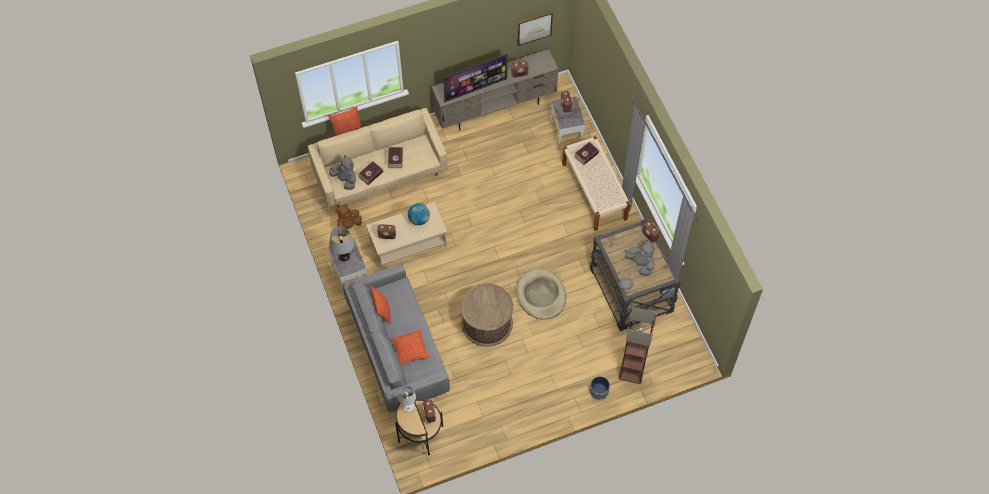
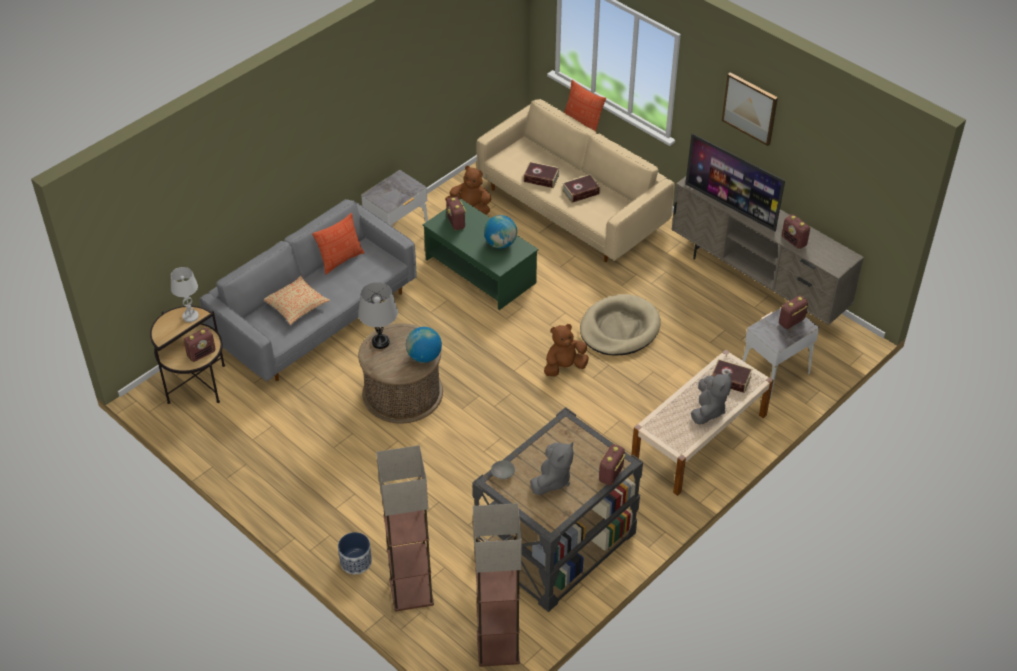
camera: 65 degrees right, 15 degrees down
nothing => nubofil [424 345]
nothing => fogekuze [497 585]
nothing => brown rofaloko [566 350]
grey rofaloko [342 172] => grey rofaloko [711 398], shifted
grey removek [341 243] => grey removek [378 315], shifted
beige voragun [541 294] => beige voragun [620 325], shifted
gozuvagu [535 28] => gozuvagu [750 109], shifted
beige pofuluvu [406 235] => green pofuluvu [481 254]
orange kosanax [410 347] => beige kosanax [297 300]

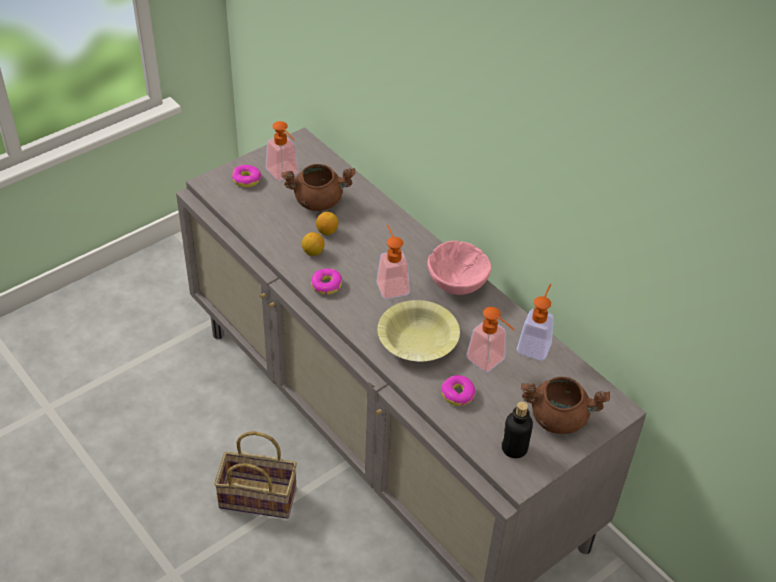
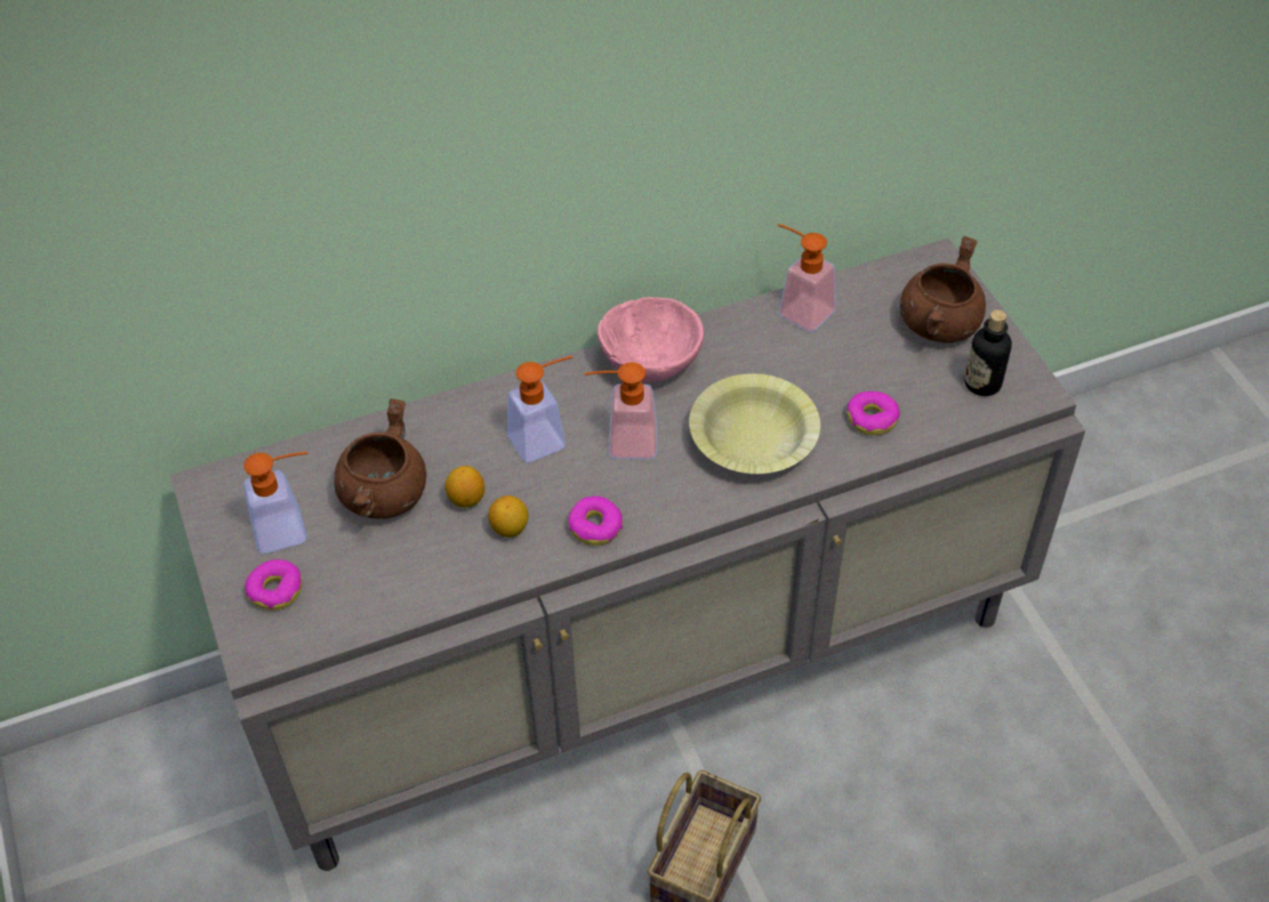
camera: 70 degrees left, 5 degrees up
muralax [490 339] => muralax [540 409], shifted

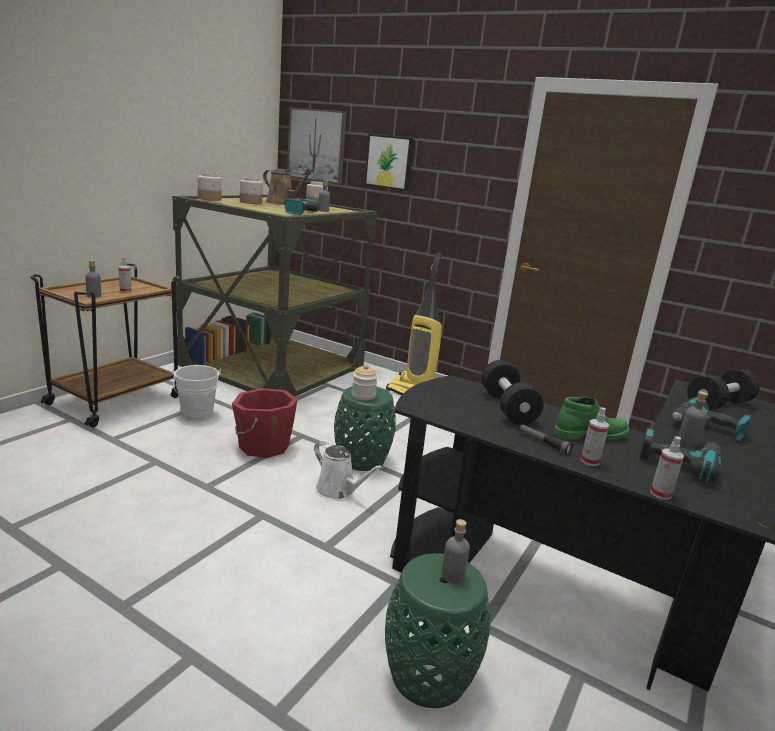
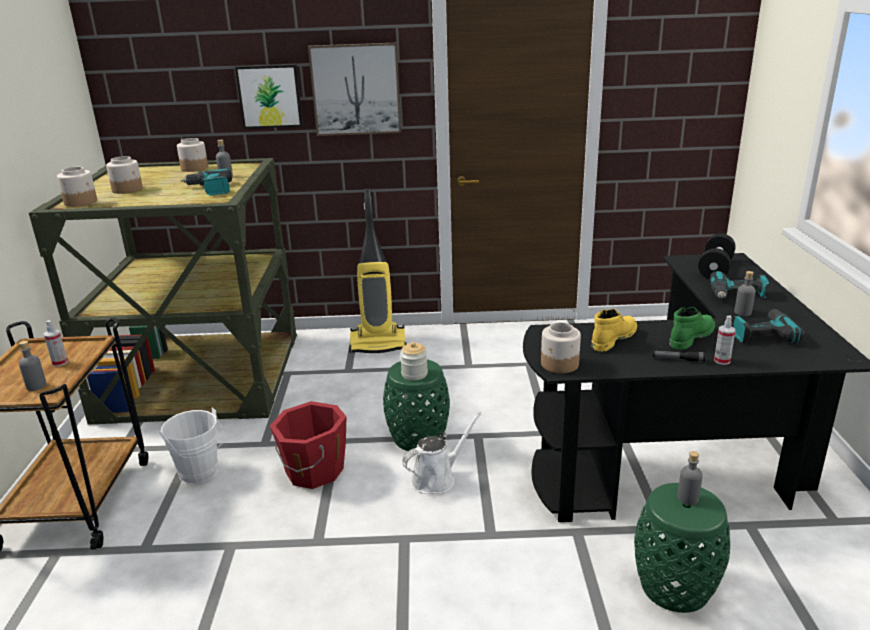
camera: 30 degrees left, 5 degrees up
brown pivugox [288 186] => nothing
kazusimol [667 468] => nothing
nothing => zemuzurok [561 347]
gozuvagu [317 145] => gozuvagu [354 89], shifted
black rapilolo [512 392] => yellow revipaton [614 330]
white pivugox [348 470] => white pivugox [441 453], 45 degrees counterclockwise

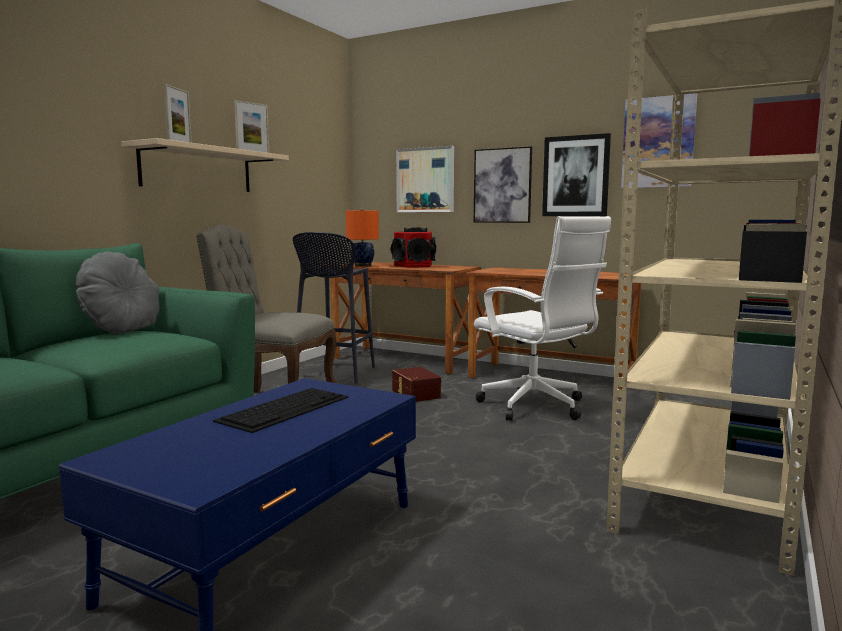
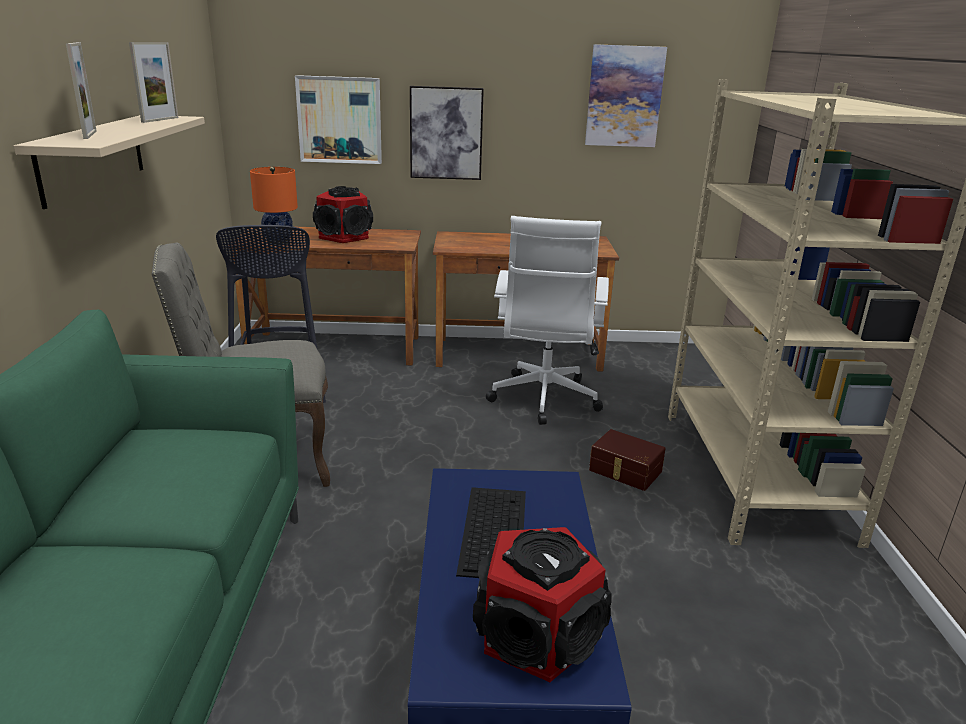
camera: 30 degrees left, 15 degrees up
grey kosanax [117 293] => nothing
gozuvagu [576 174] => nothing
nothing => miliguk [542 604]
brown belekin [416 384] => brown belekin [627 460], shifted
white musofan [542 318] => white musofan [547 320], 75 degrees clockwise

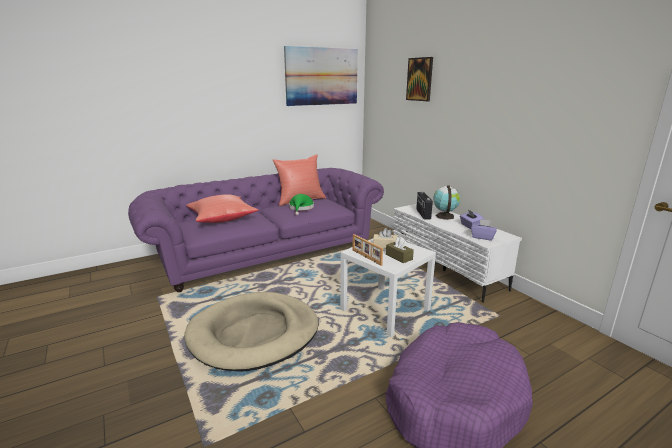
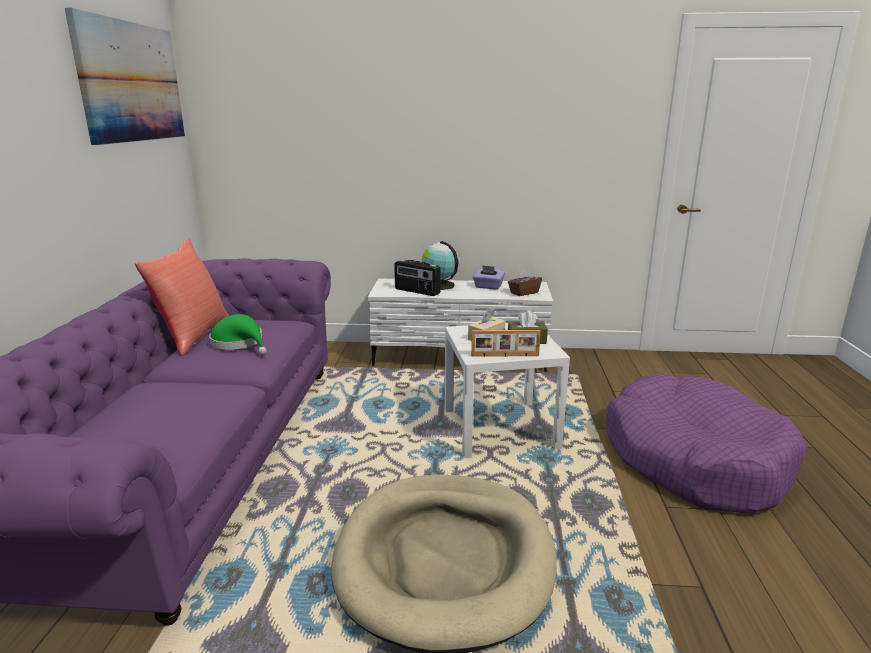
camera: 55 degrees left, 0 degrees up
red kosanax [222 208] => nothing
gozuvagu [419 79] => nothing
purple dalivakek [484 230] => brown dalivakek [525 282]

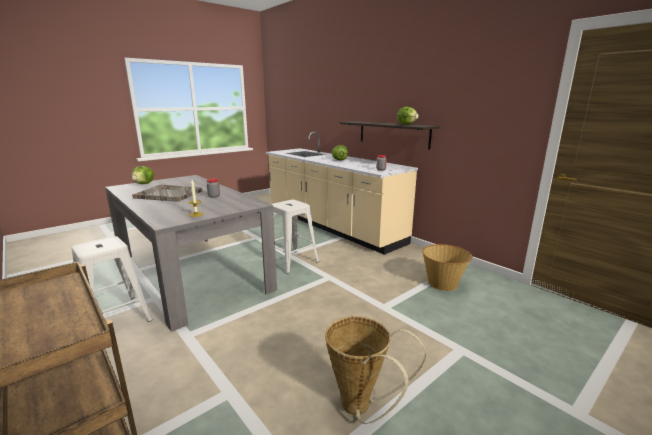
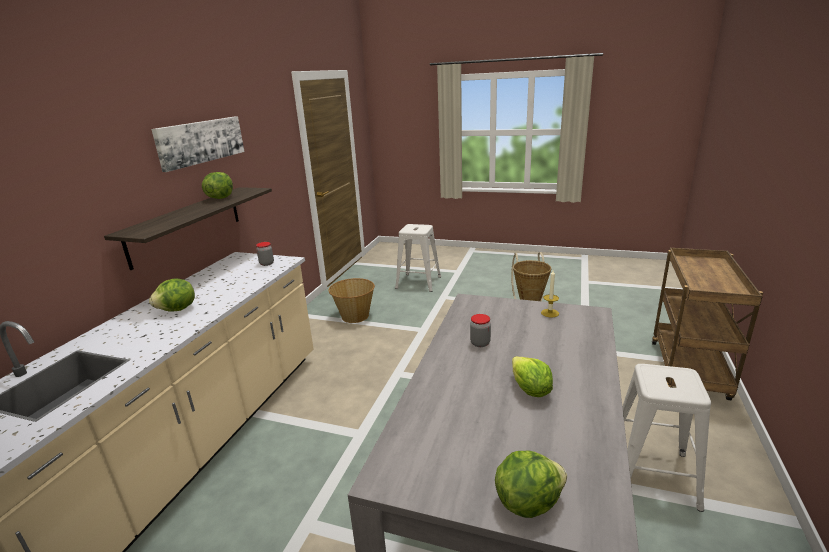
camera: 120 degrees left, 5 degrees up
nothing => gozuvagu [198 144]
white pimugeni [295 236] => white pimugeni [418 258], shifted
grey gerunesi [167 193] => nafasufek [532 376]

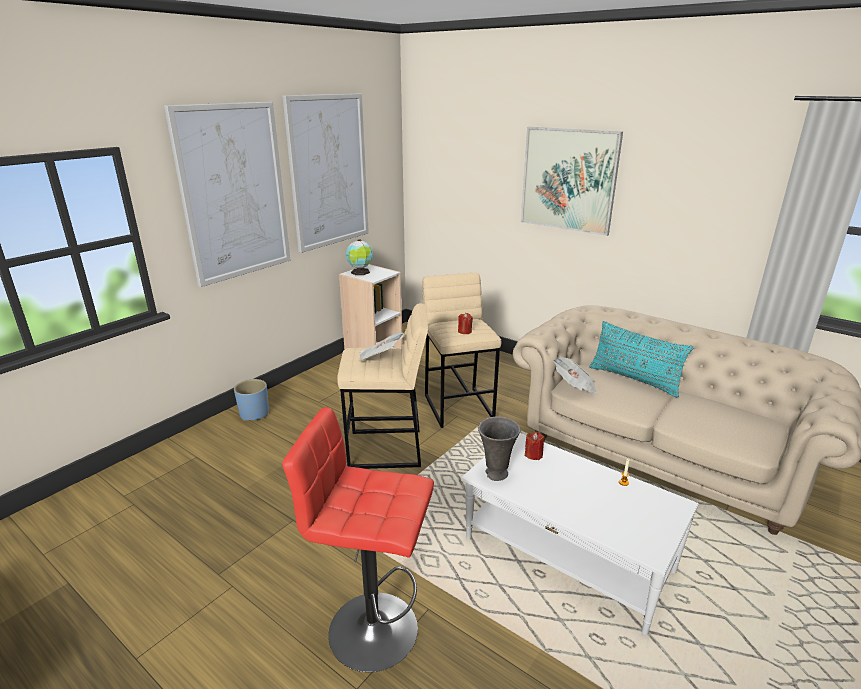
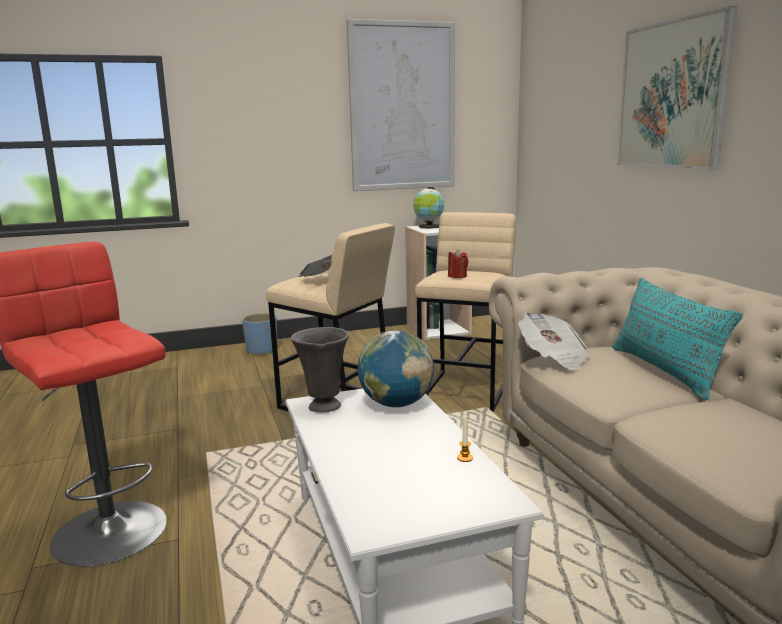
camera: 35 degrees right, 10 degrees down
gozuvagu [227 194] => nothing
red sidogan [535 446] => nubofil [396 369]

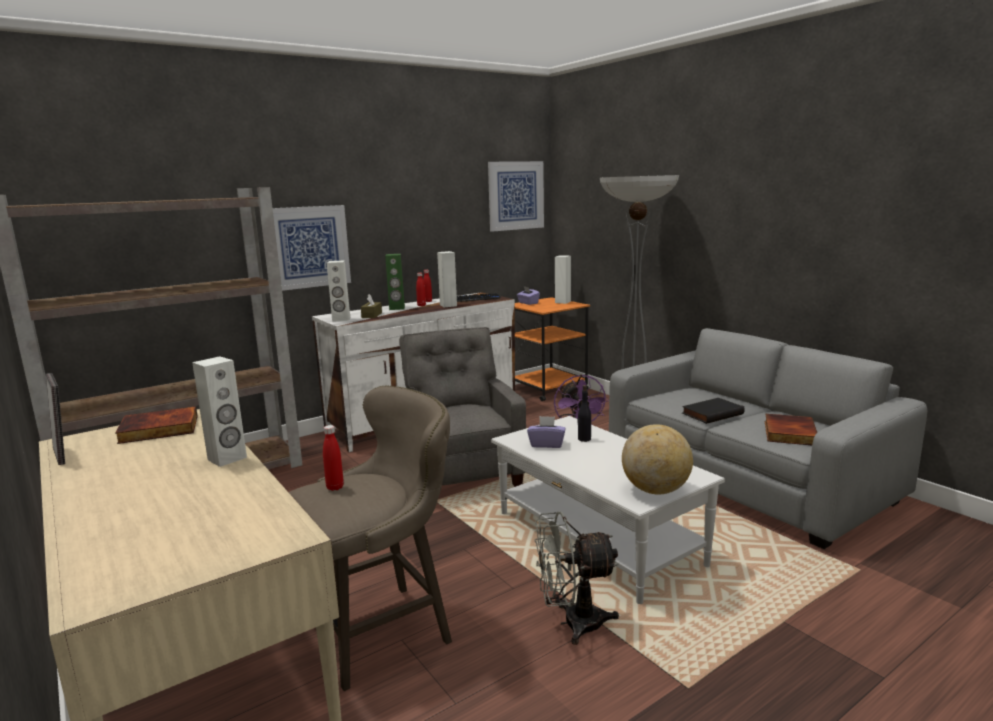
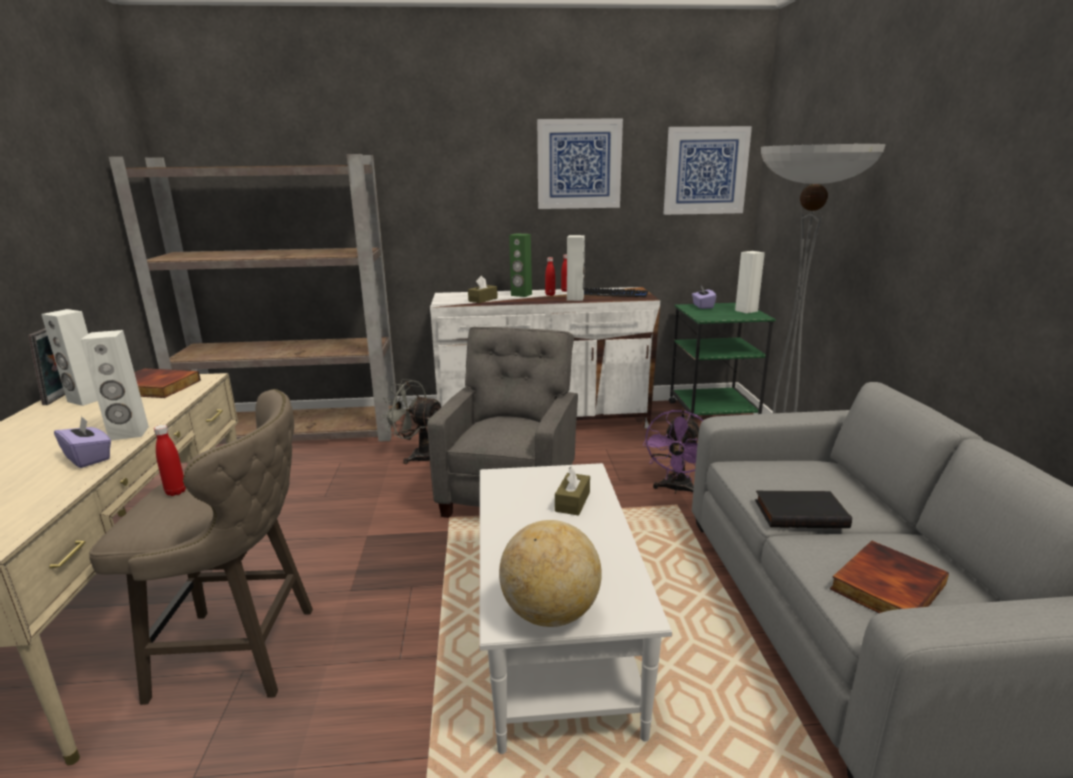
camera: 30 degrees right, 5 degrees up
gozuvagu [312 248] => gozuvagu [580 163], shifted
white miliguk [338 290] => white miliguk [69 357], shifted
purple dalivakek [546 432] => purple dalivakek [82 442], shifted
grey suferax [576 578] => grey suferax [411 421], shifted
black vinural [584 413] => brown dalivakek [572 491]
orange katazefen [552 349] => green katazefen [722 361]

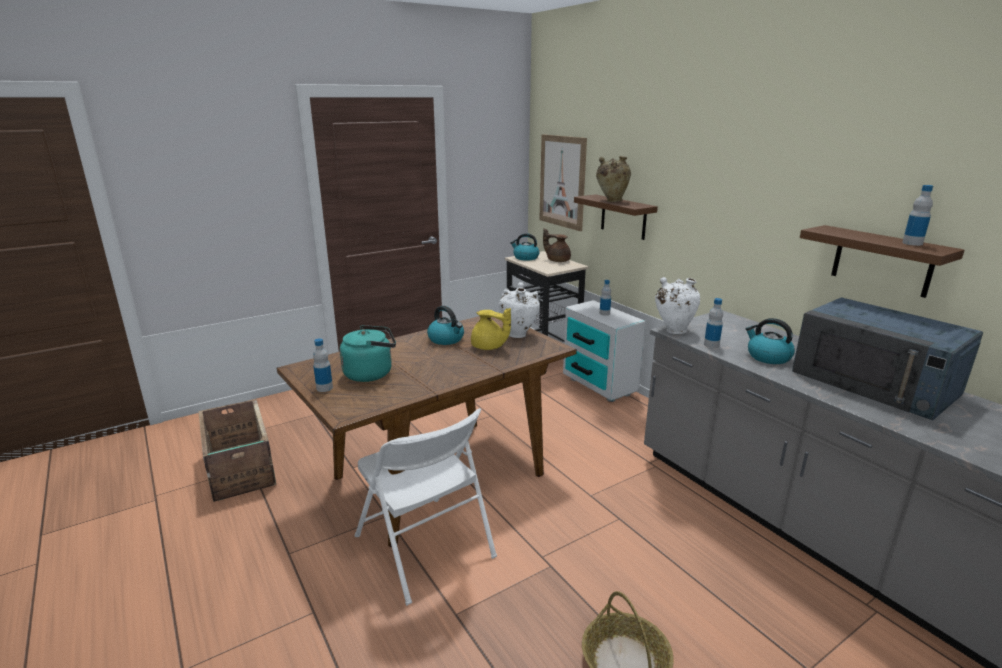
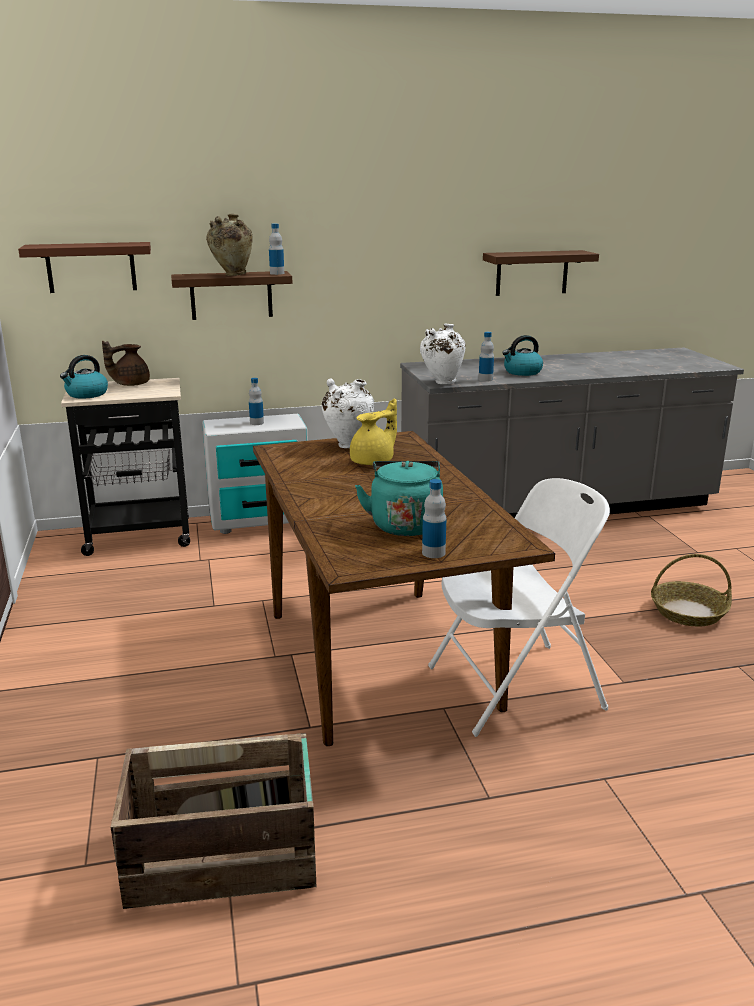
camera: 70 degrees left, 0 degrees up
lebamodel [445 325] => nothing
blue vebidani [887 358] => nothing
vinural [917 215] => vinural [276 249], shifted
gozuvagu [563 182] => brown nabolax [84 267]

